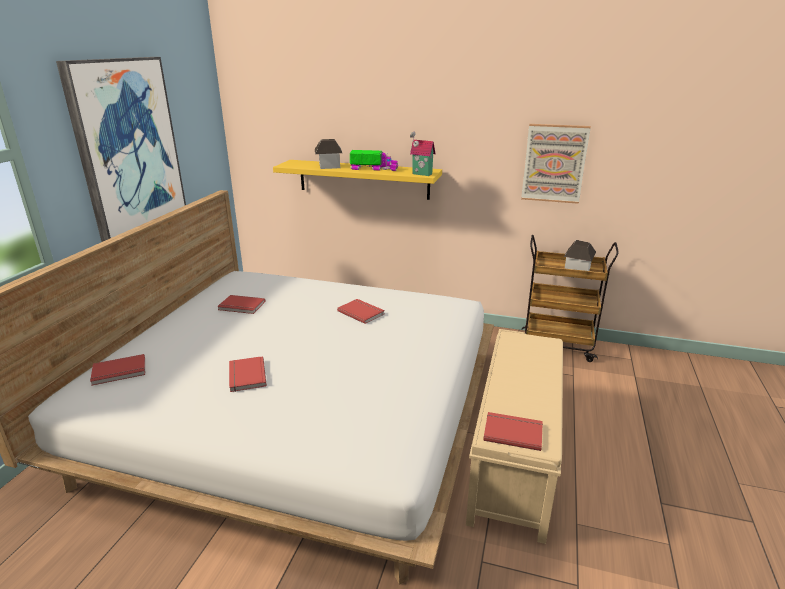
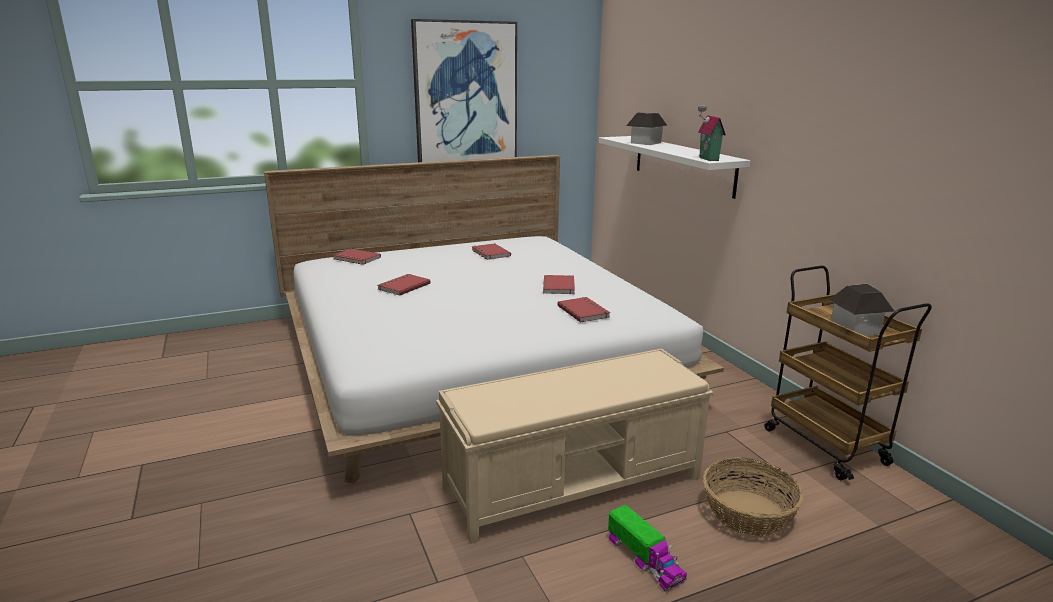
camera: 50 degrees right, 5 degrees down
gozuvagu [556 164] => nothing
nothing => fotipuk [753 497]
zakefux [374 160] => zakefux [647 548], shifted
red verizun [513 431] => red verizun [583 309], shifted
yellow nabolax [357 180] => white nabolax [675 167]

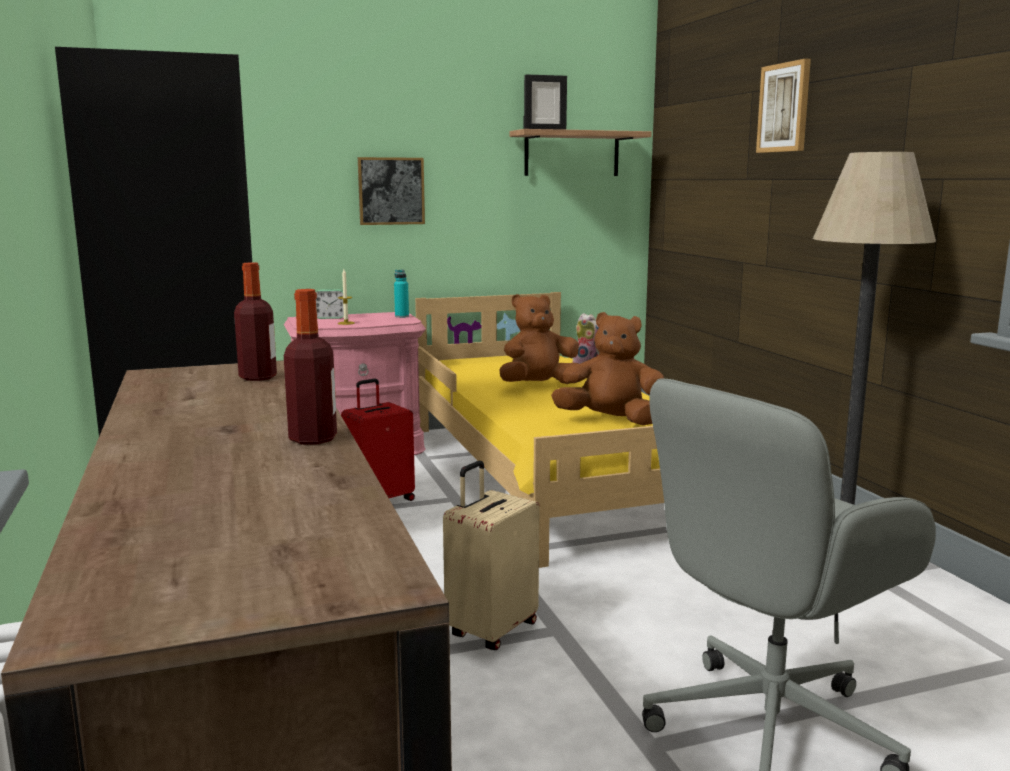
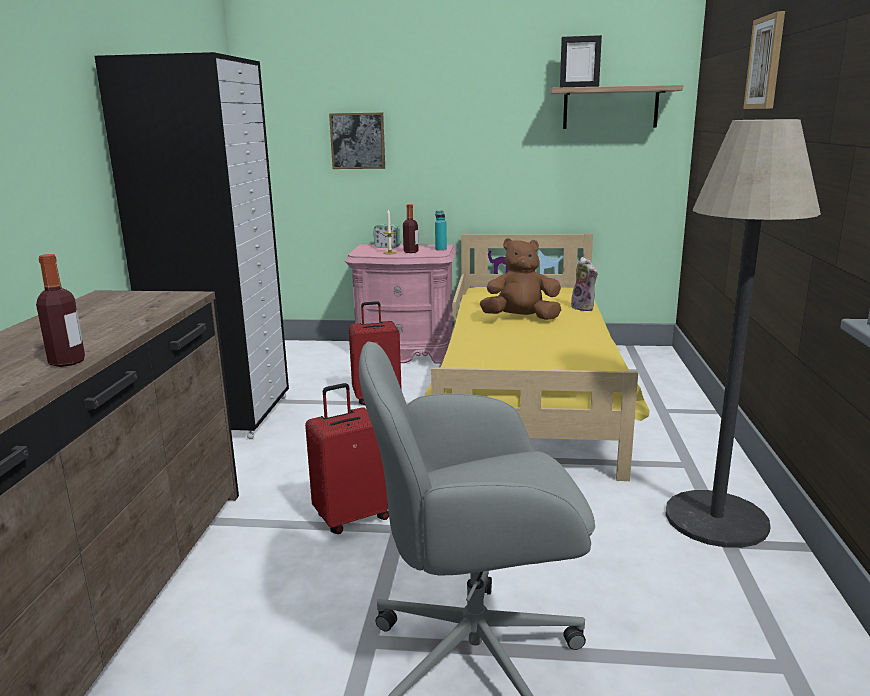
camera: 25 degrees right, 5 degrees up
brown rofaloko [607 368] => nothing
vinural [255 321] => vinural [410 228], shifted
gozuvagu [391 191] => gozuvagu [357 140], shifted
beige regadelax [491 555] => red regadelax [347 458]

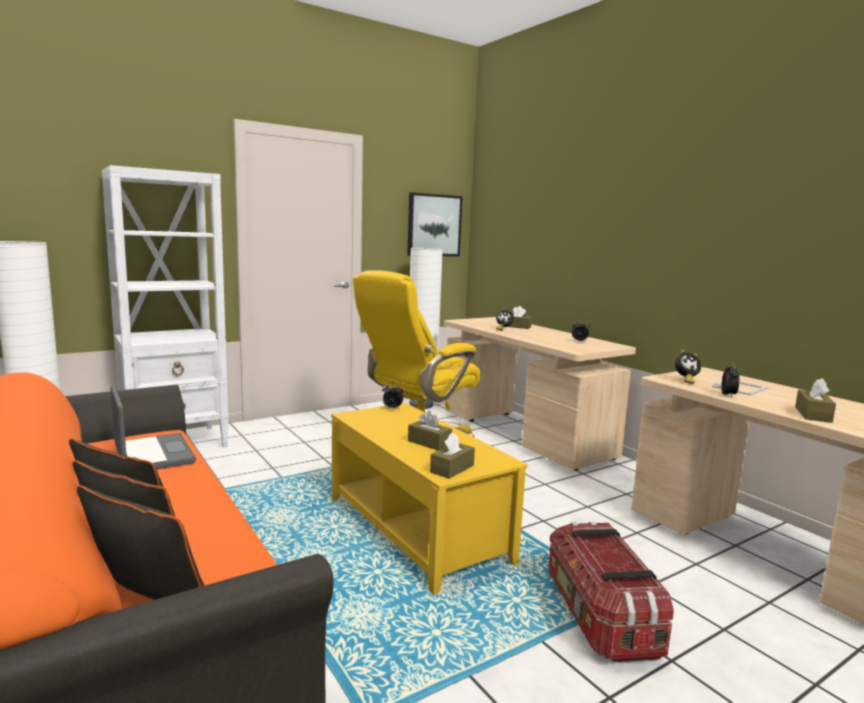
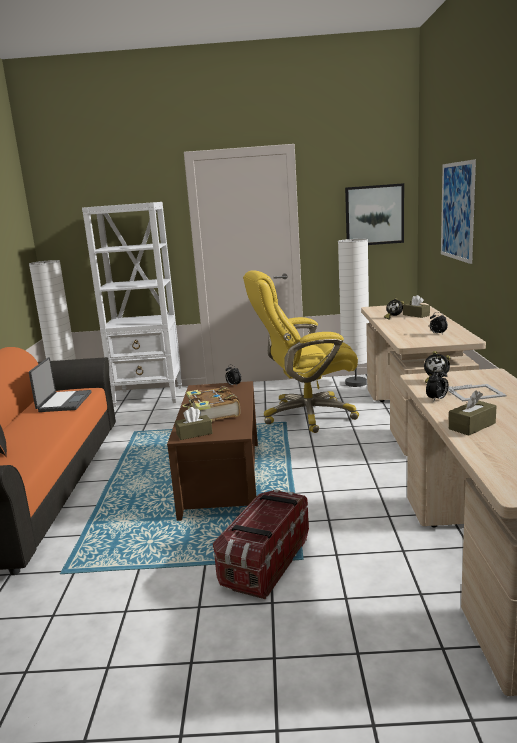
camera: 35 degrees right, 5 degrees up
nothing => gozuvagu [458 211]
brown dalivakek [430 430] => verizun [212 404]
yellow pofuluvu [429 499] => brown pofuluvu [212 451]

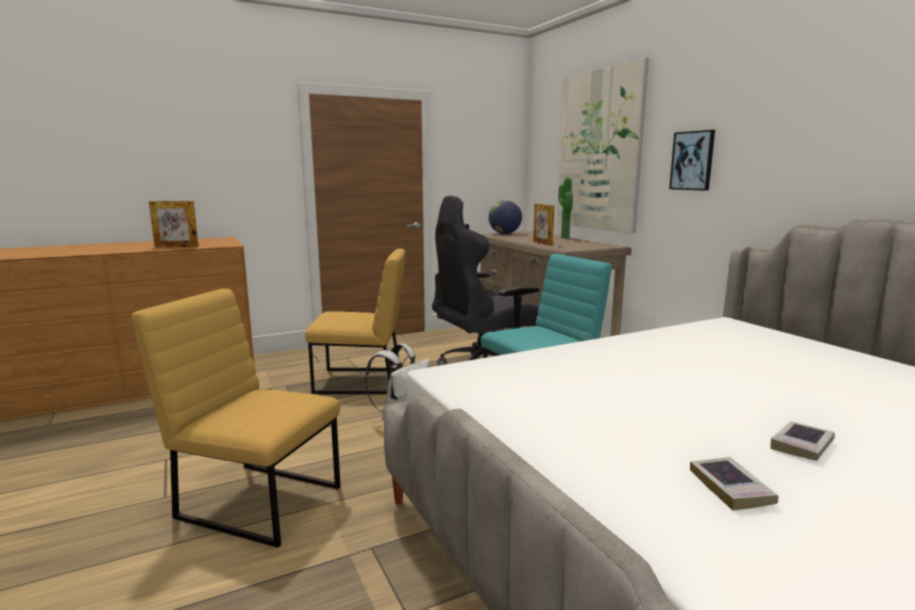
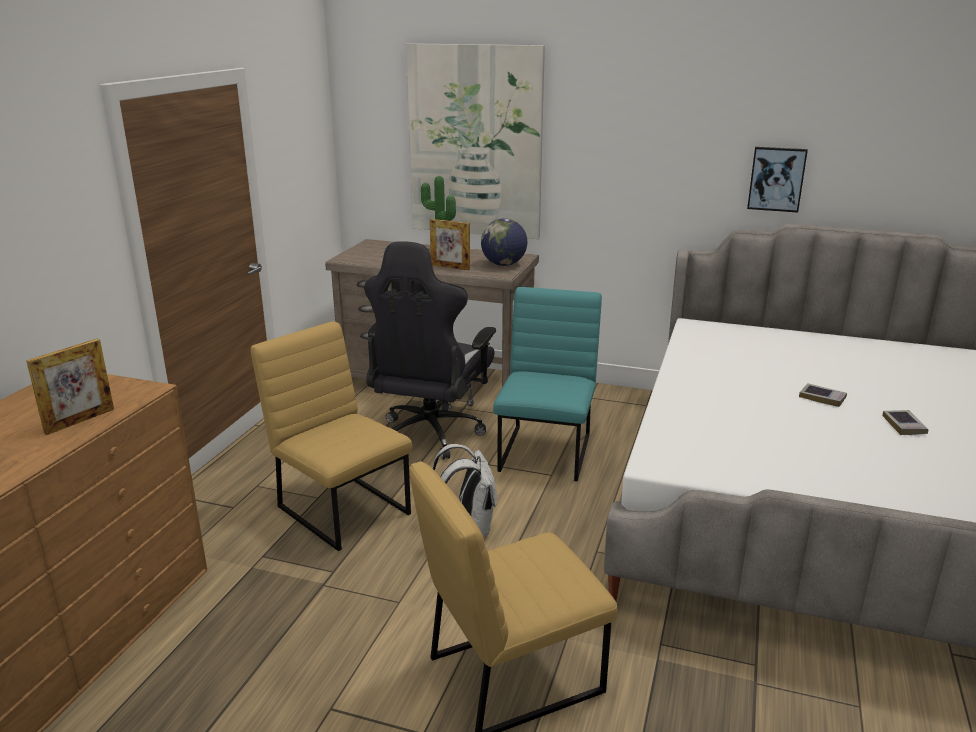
camera: 45 degrees left, 10 degrees up
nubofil [505 217] => nubofil [504 242], shifted
gozuvagu [692 160] => gozuvagu [777 179], shifted
verizun [734 483] => verizun [823 395], shifted
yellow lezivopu [355 321] => yellow lezivopu [331 436], 90 degrees counterclockwise

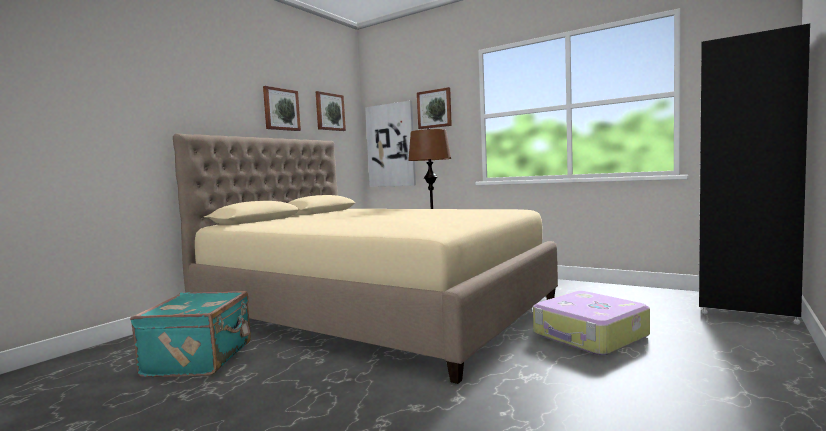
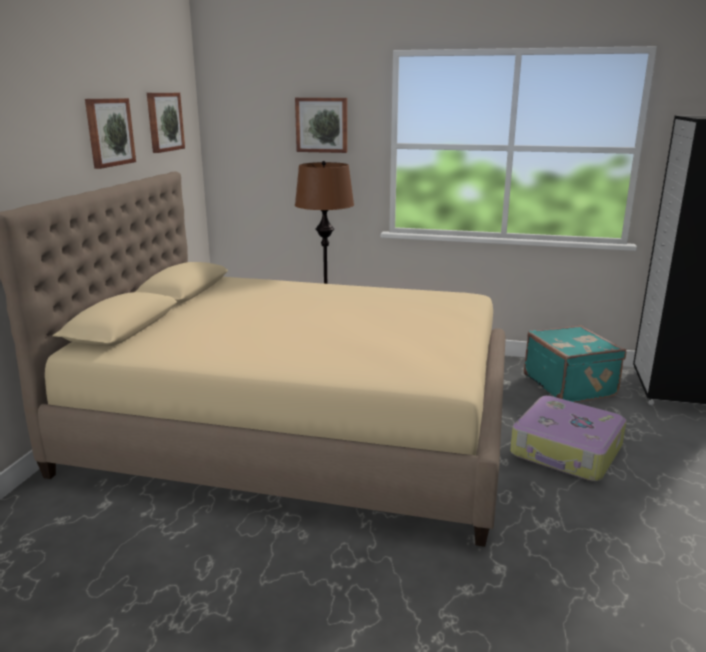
camera: 20 degrees left, 15 degrees up
gozuvagu [390 144] => nothing
turquoise regadelax [190 334] => turquoise regadelax [575 363], shifted

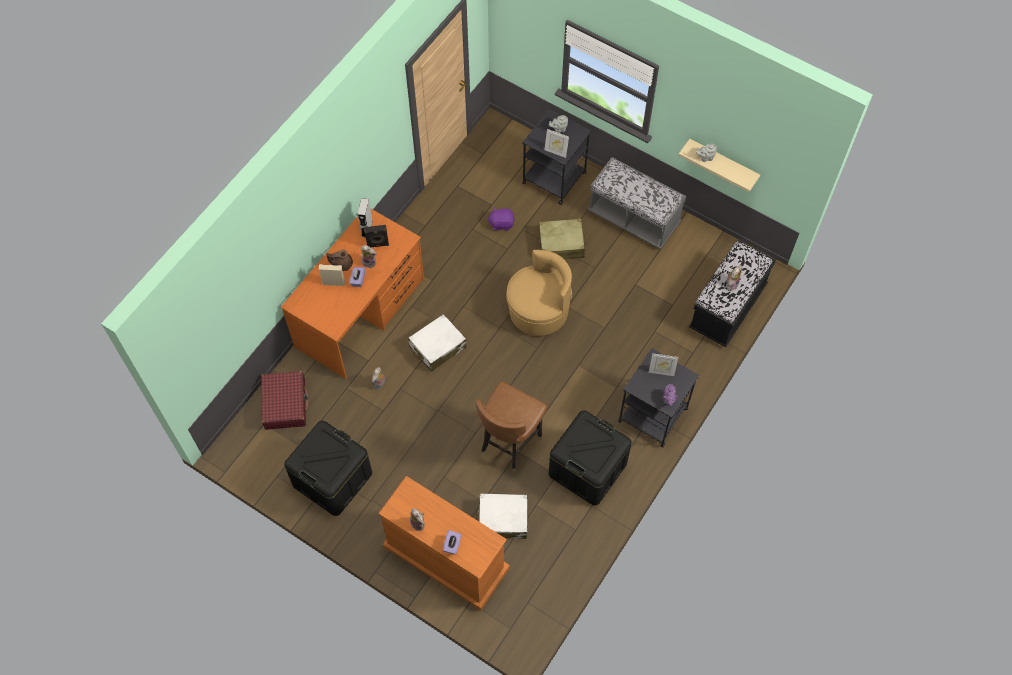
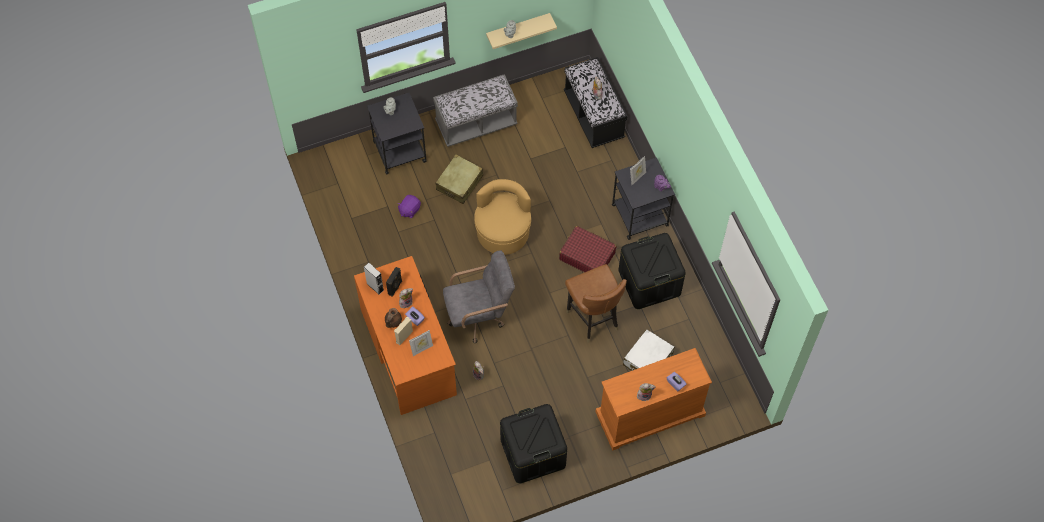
camera: 55 degrees left, 0 degrees up
red regadelax [285 400] => red regadelax [588 249], shifted
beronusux [556 143] => beronusux [421 343], shifted
white regadelax [437 343] => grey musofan [479 296]

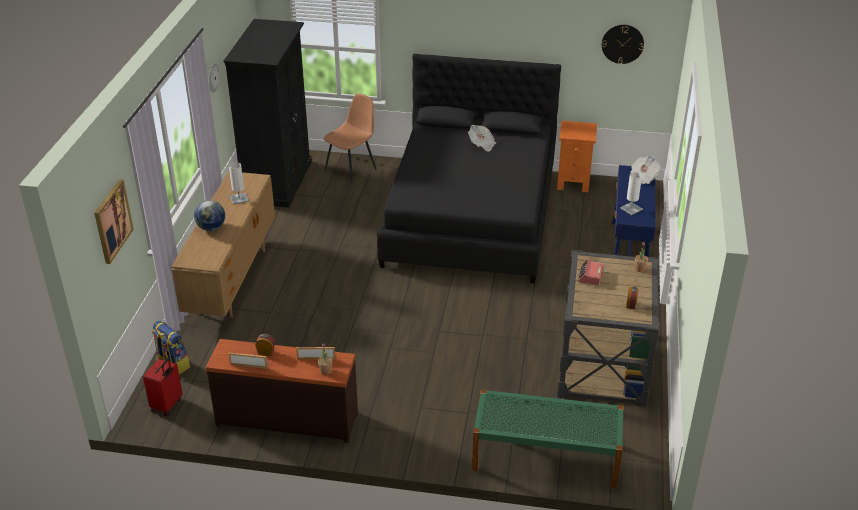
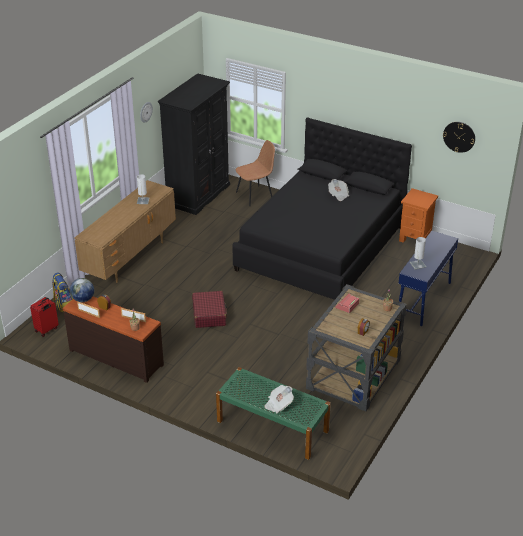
camera: 20 degrees right, 0 degrees up
gozuvagu [114 221] => nothing
nothing => red regadelax [209 309]
nubofil [209 215] => nubofil [82 290], shifted
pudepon [645 170] => pudepon [279 399], shifted

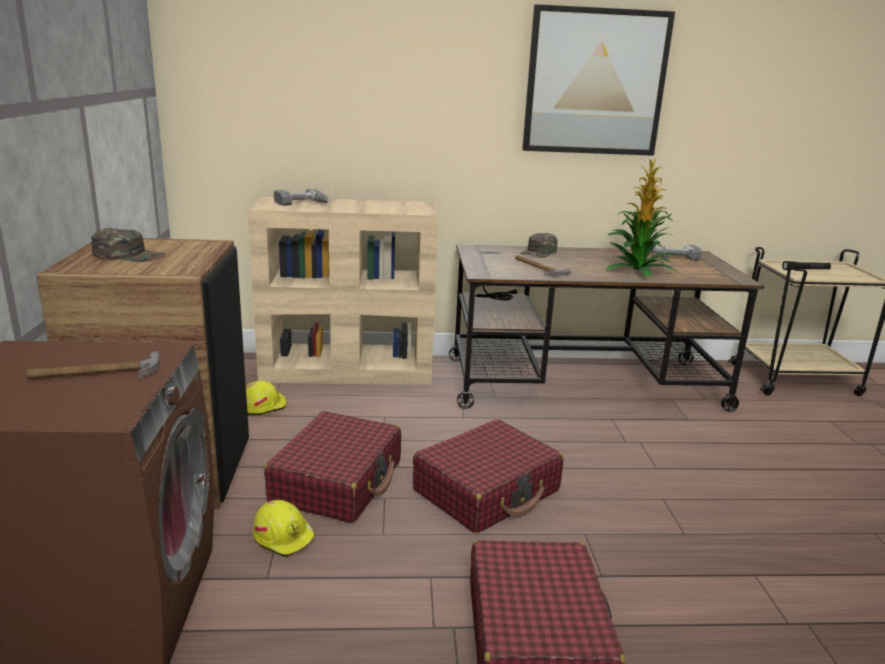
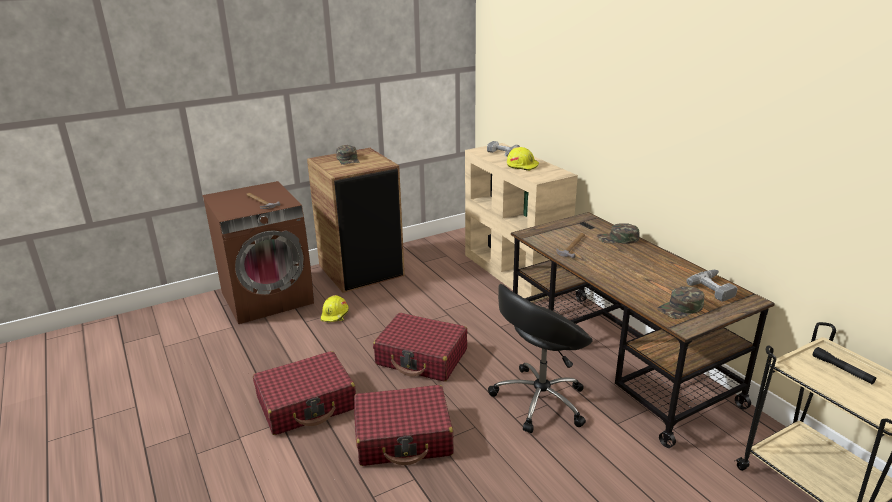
camera: 65 degrees right, 5 degrees up
gozuvagu [598 80] => nothing
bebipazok [641 218] => nothing
nothing => black musofan [540 358]
nothing => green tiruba [681 302]
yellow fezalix [266 398] => yellow fezalix [523 159], shifted
red regadelax [332 467] => red regadelax [404 425], shifted

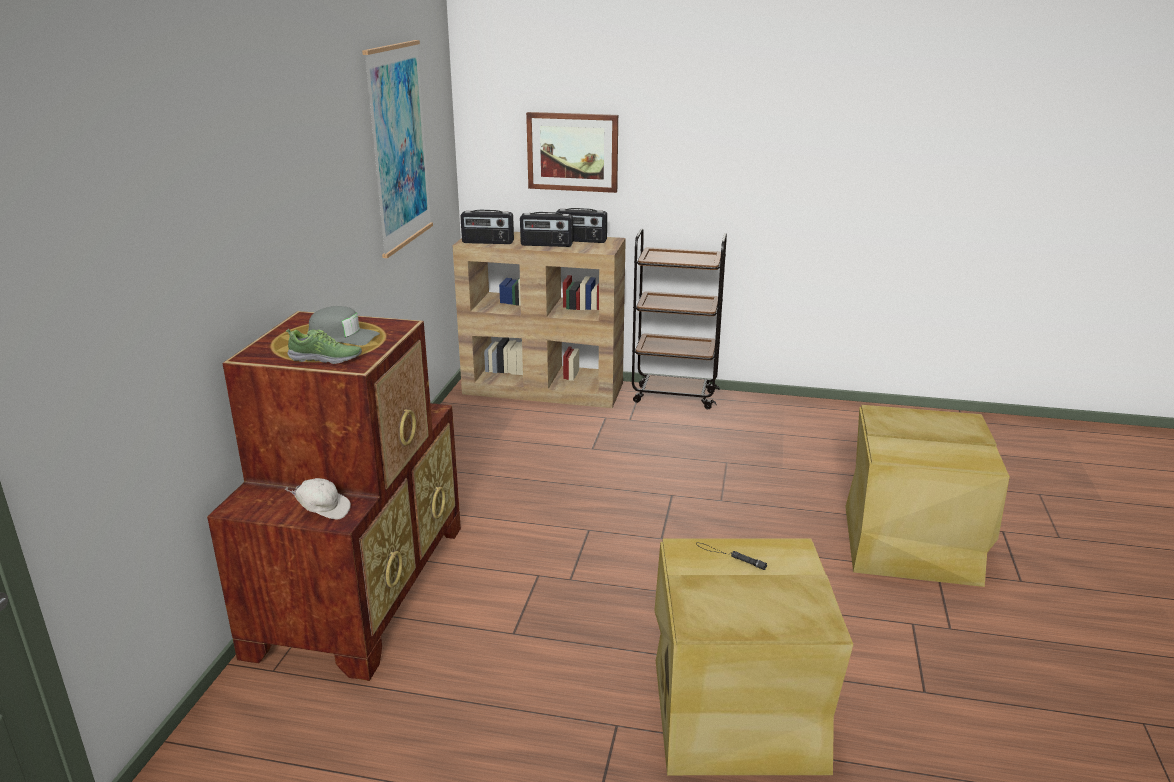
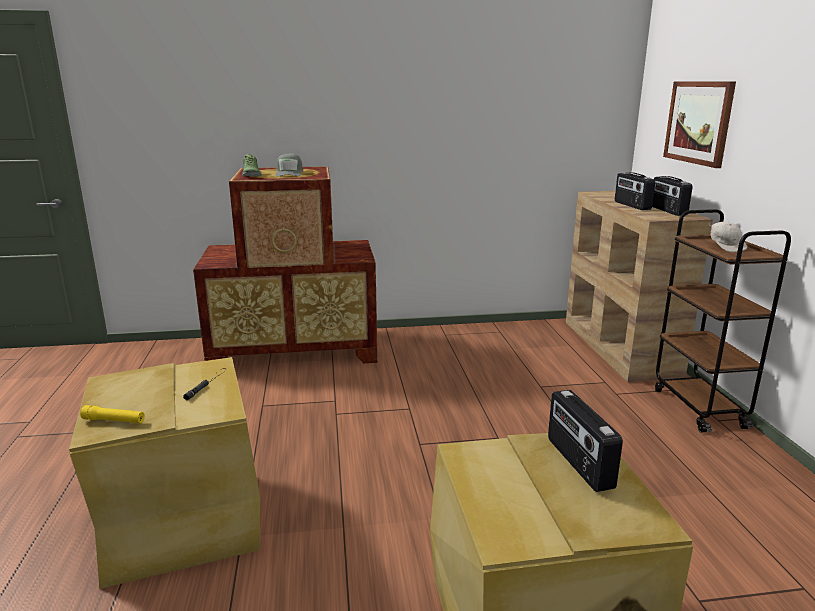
camera: 70 degrees right, 5 degrees down
gozuvagu [397 149] => nothing
nothing => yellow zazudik [112 414]
white tiruba [318 498] => white tiruba [728 236], shifted
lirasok [487 227] => lirasok [585 441], shifted

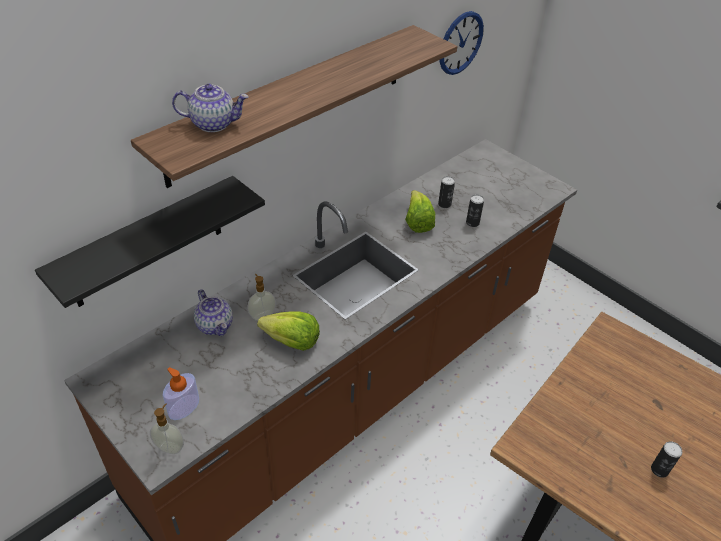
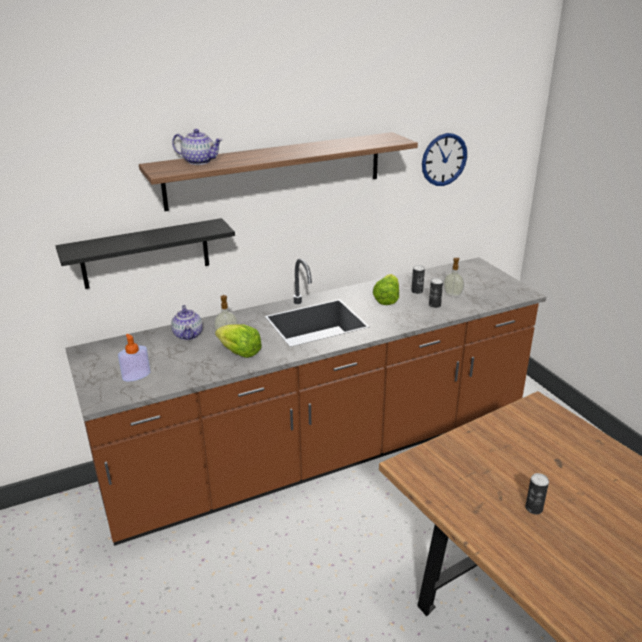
camera: 20 degrees right, 15 degrees down
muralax [167 428] => muralax [453 277], shifted

